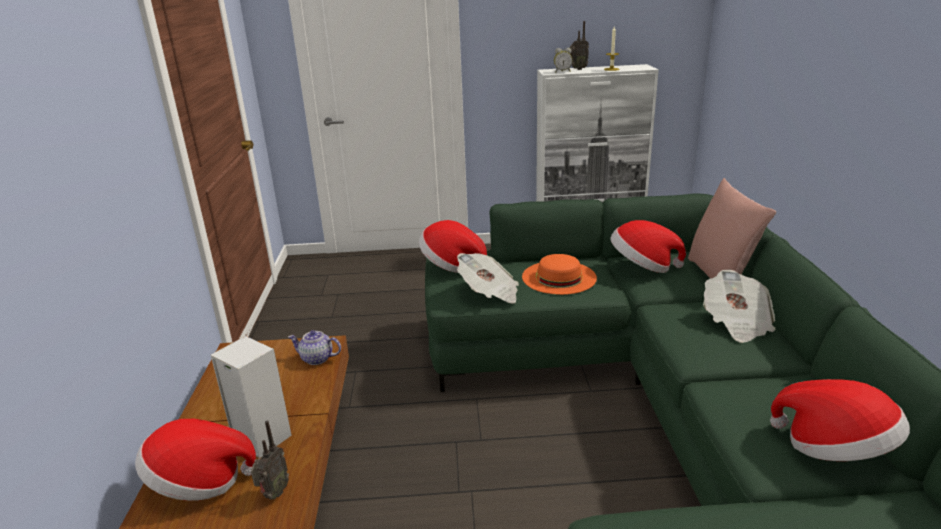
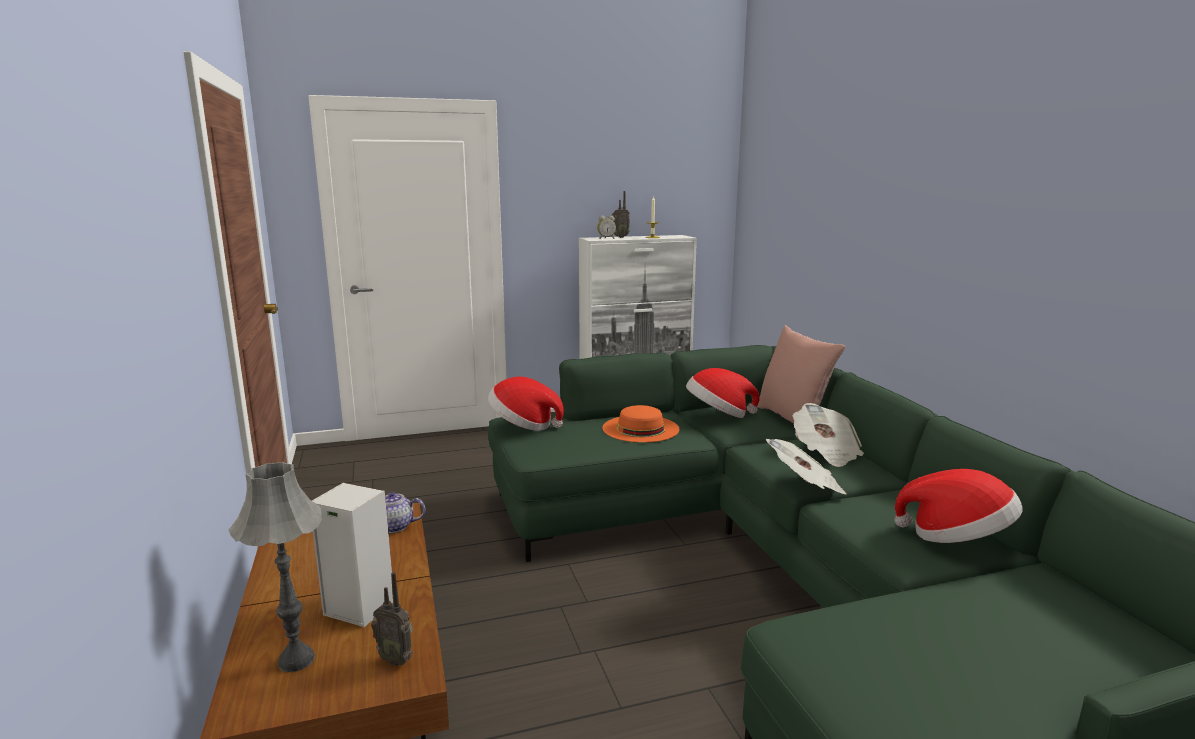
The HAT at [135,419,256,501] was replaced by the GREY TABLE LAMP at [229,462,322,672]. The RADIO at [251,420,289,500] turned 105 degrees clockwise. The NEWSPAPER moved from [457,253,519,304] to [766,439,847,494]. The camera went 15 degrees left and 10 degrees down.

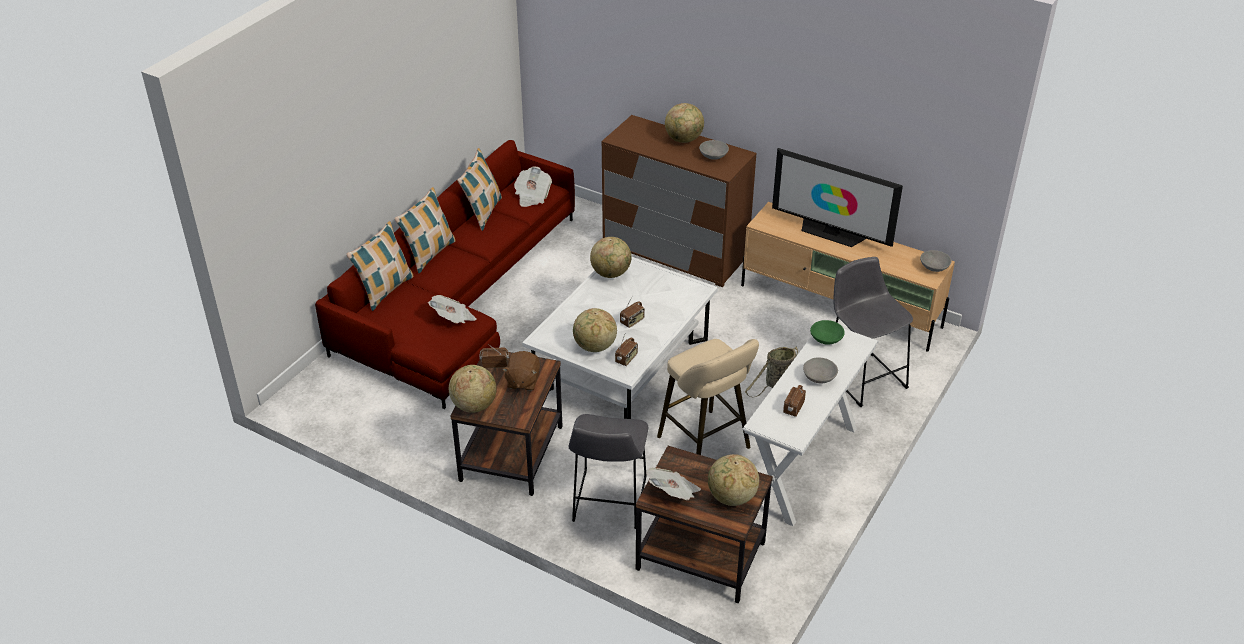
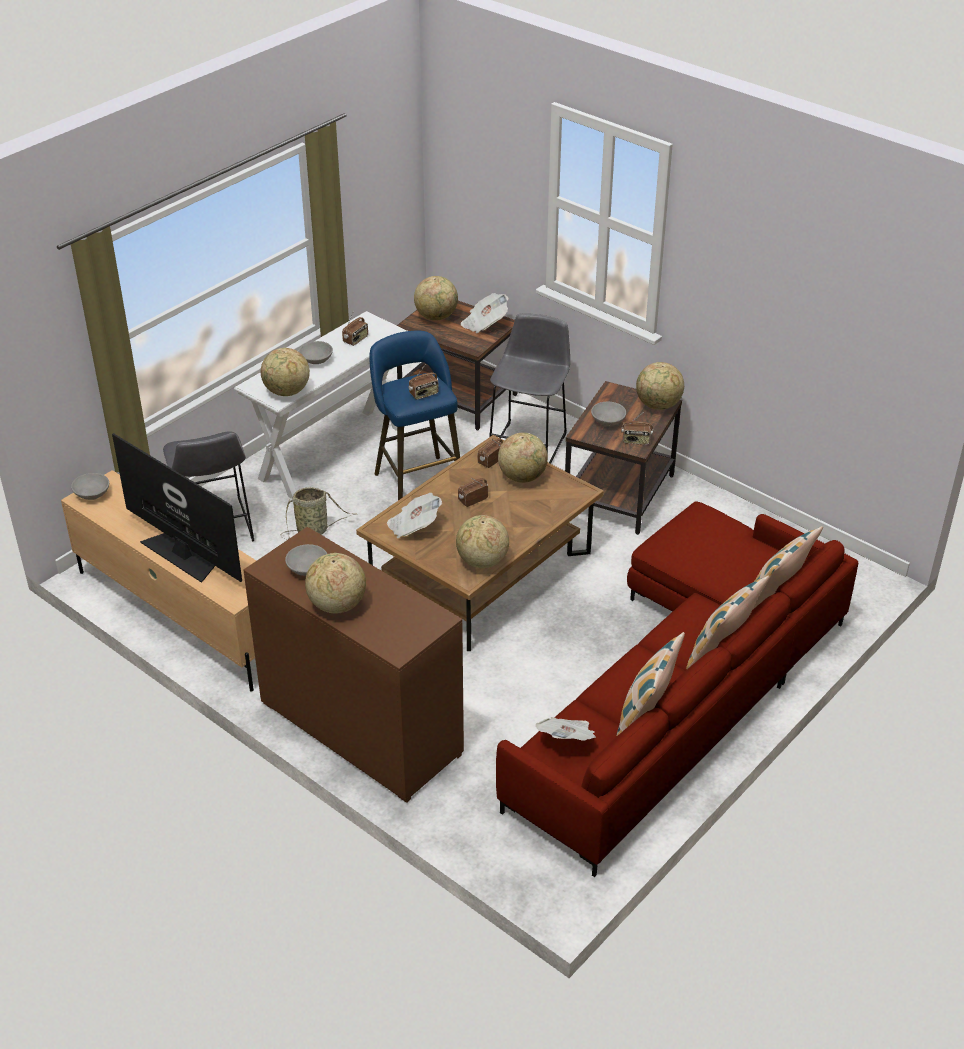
The GREEN BOWL at [810,320,845,345] was replaced by the GLOBE at [261,348,310,396]. The WHITE COFFEE TABLE at [522,256,718,419] became the BROWN COFFEE TABLE at [356,435,604,651]. The BEIGE STOOL at [657,339,759,455] became the BLUE STOOL at [369,331,460,500]. The NEWSPAPER moved from [428,295,477,323] to [387,493,442,538]. The RADIO at [408,364,439,400] appeared. The BROWN PLUSH TOY at [502,351,540,391] was replaced by the GREY BOWL at [591,402,626,426]. The camera went 170 degrees left and 0 degrees up.

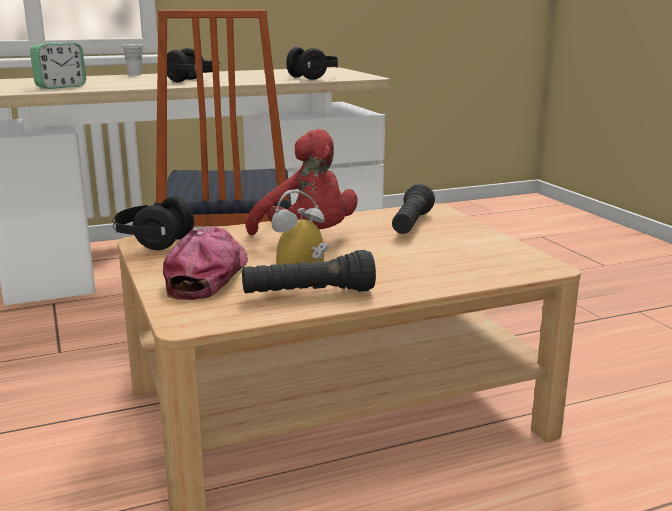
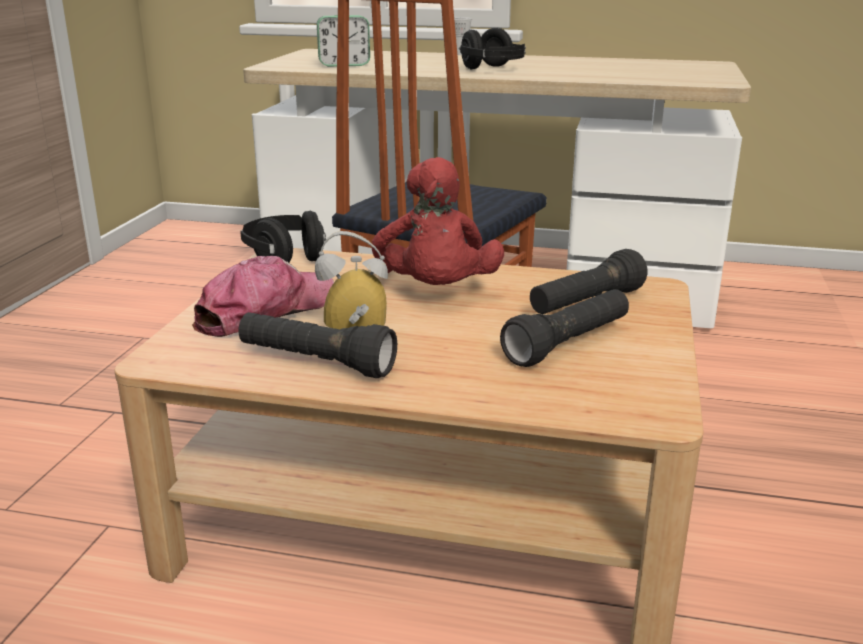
The BLACK FLASHLIGHT at [500,289,629,367] appeared. The BLACK HEADPHONES at [286,47,339,80] disappeared. The camera went 35 degrees right and 5 degrees up.

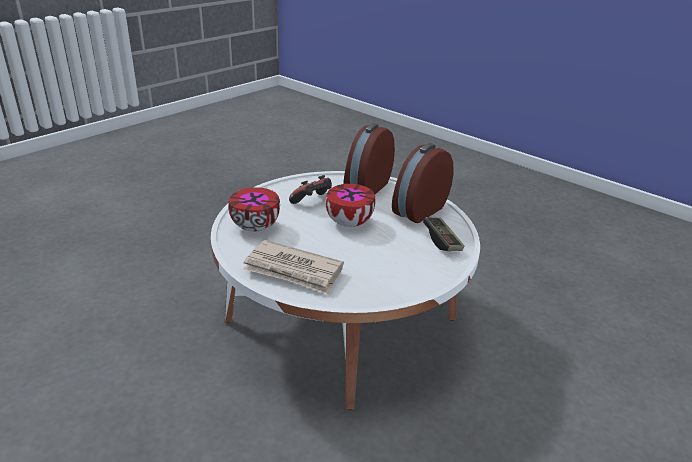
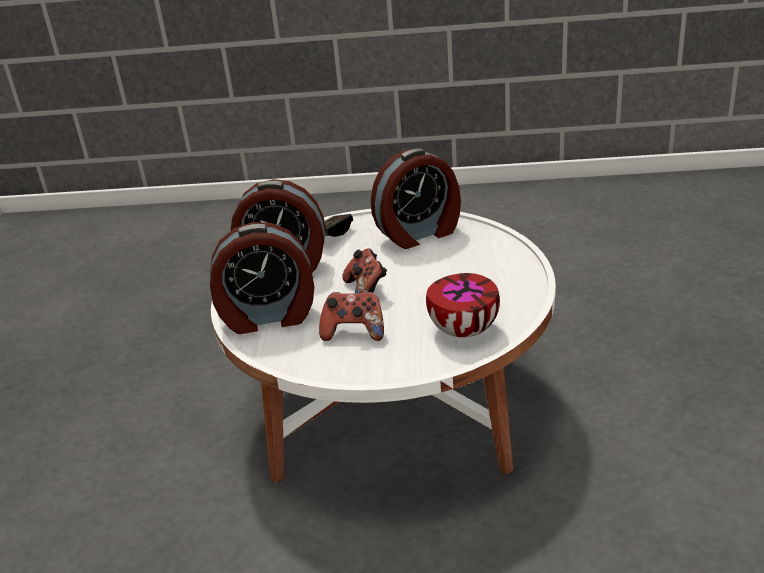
The BOWL at [325,184,376,227] was replaced by the GAME CONTROLLER at [342,248,387,293]. The ALARM CLOCK at [371,148,461,249] appeared. The NEWSPAPER at [243,240,344,294] disappeared. The camera went 125 degrees left and 0 degrees up.

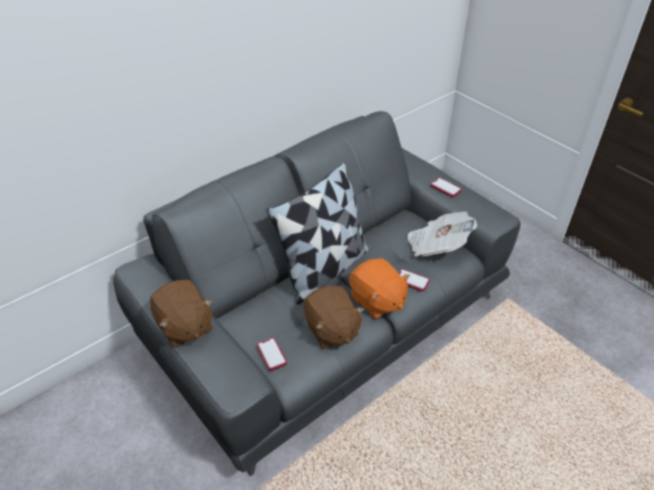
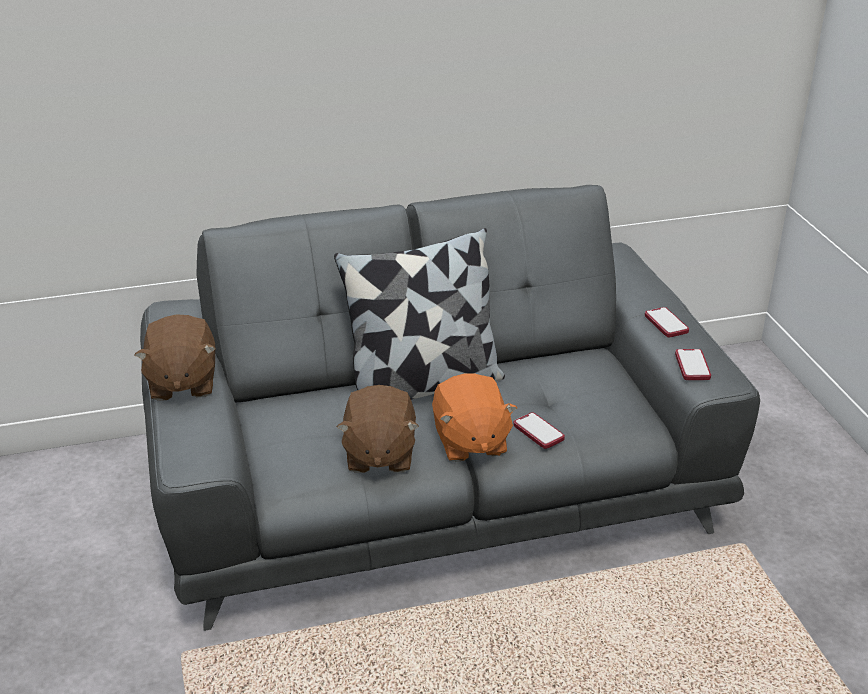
The PHONE moved from [257,338,287,371] to [675,349,711,380]. The NEWSPAPER at [407,211,477,257] disappeared. The camera went 25 degrees right and 10 degrees down.

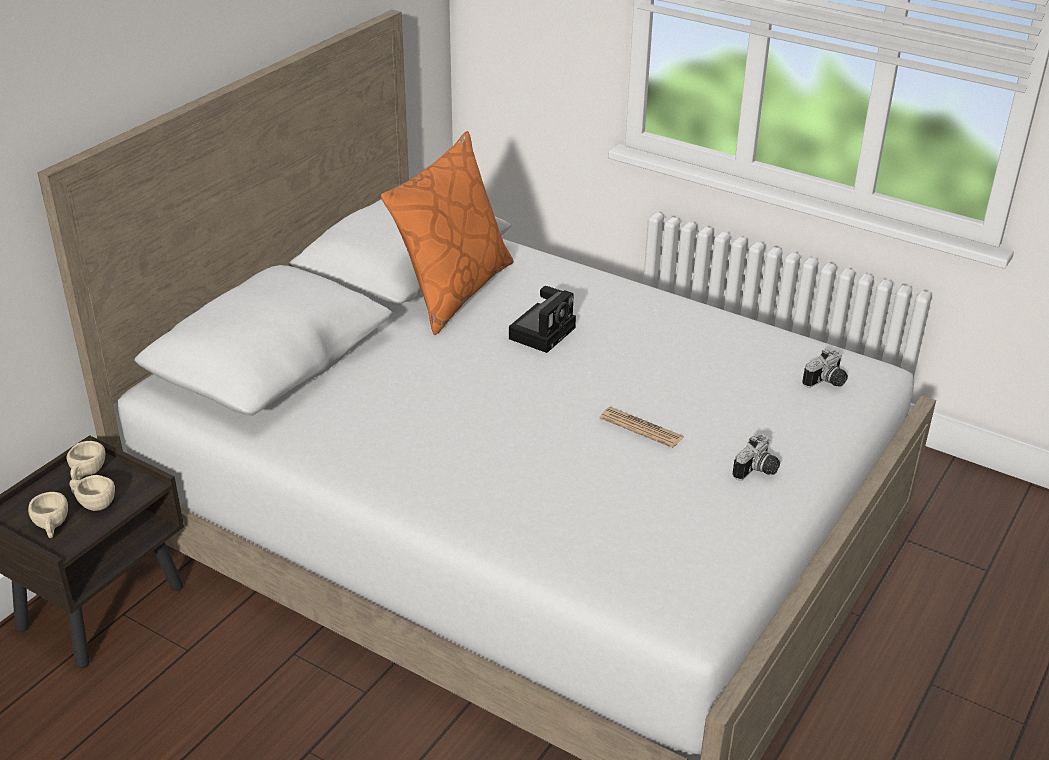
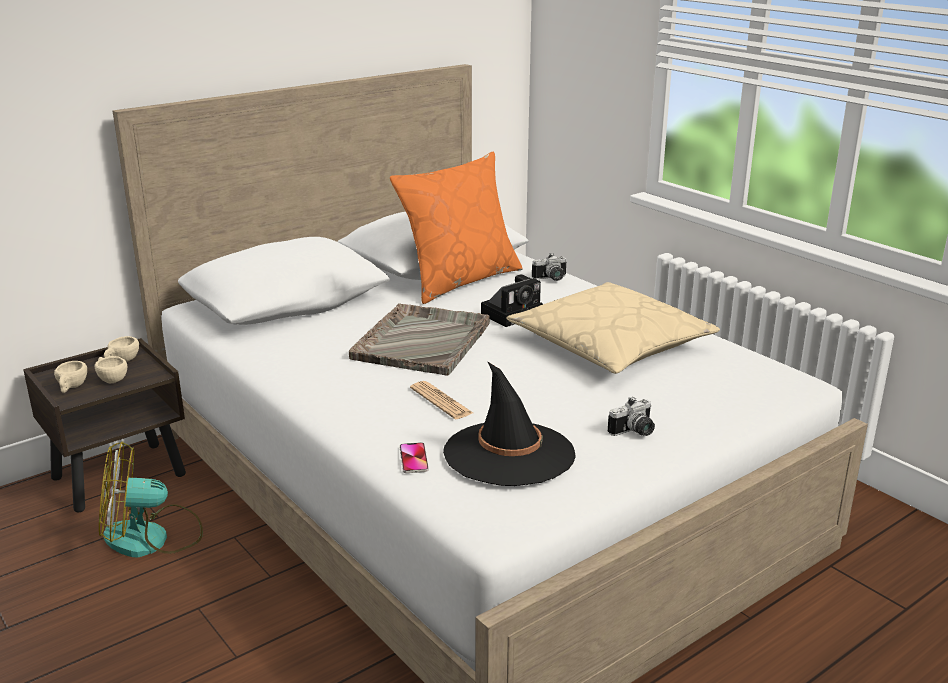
The FAN at [99,441,203,558] appeared. The GREY TRAY at [349,303,490,376] appeared. The PHONE at [400,442,429,473] appeared. The NEWSPAPER moved from [600,407,684,448] to [410,381,473,419]. The BLACK HAT at [443,361,576,486] appeared. The BEIGE PILLOW at [506,282,720,374] appeared. The PHOTO CAMERA moved from [803,349,848,388] to [532,253,567,281]. The camera went 20 degrees right and 10 degrees down.

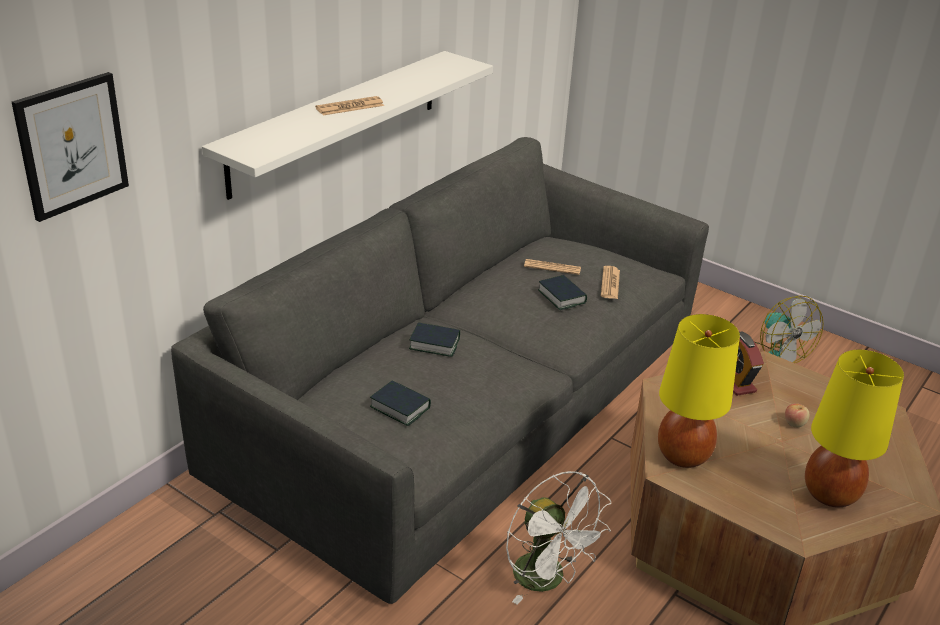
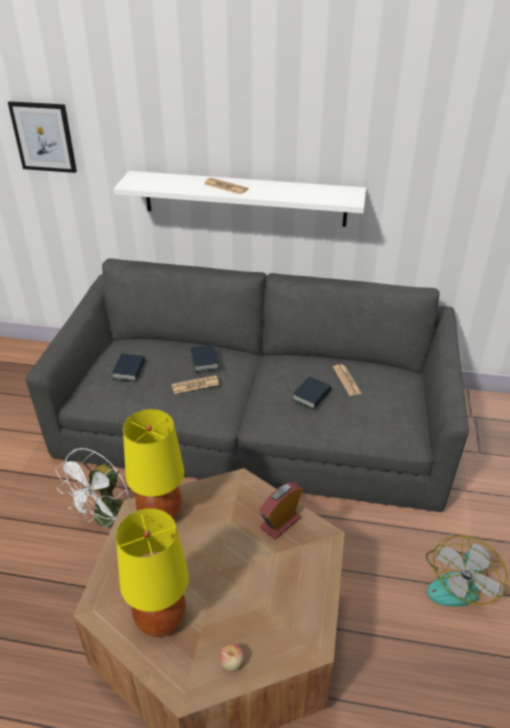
The NEWSPAPER moved from [601,266,620,299] to [172,375,219,394]. The APPLE moved from [785,403,809,427] to [219,643,244,671]. The camera went 65 degrees right and 5 degrees up.

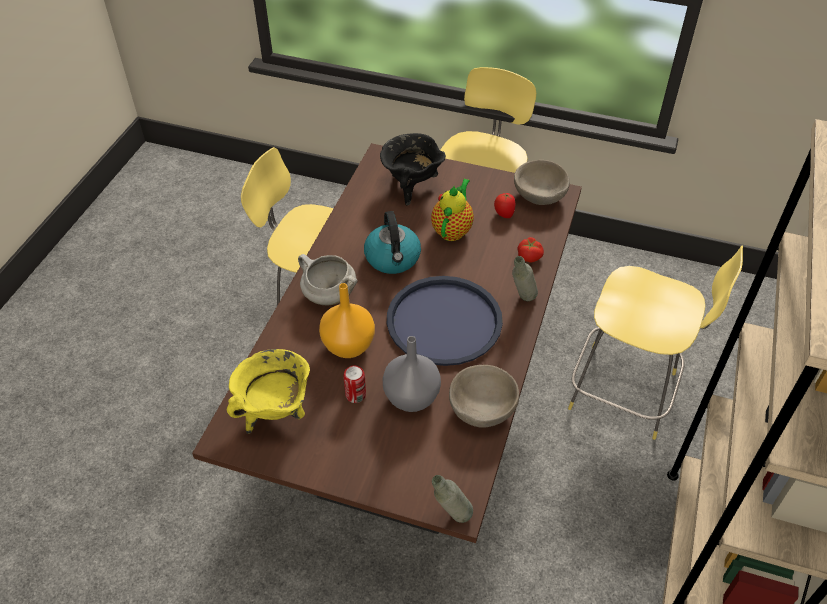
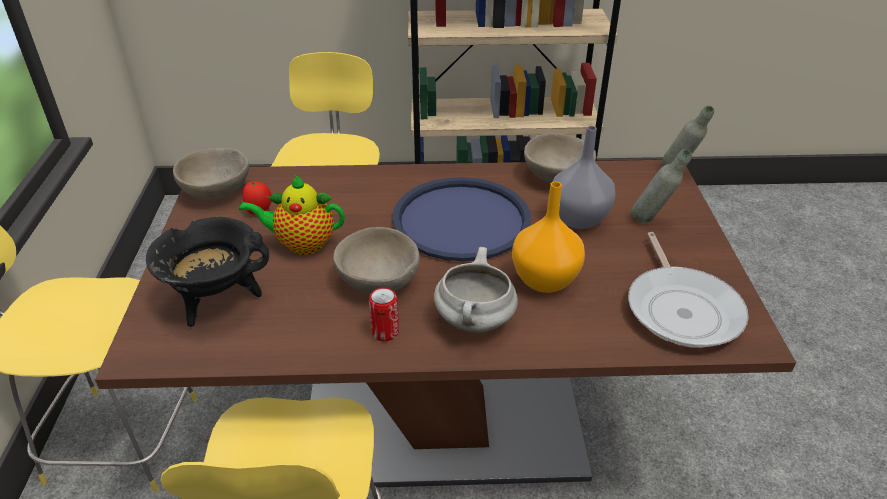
The KETTLE at [364,211,421,274] was replaced by the BEIGE BOWL at [333,227,420,294]. The CAN moved from [343,366,366,403] to [369,287,399,341]. The YELLOW COOKING POT at [227,349,310,434] was replaced by the FRYING PAN at [628,232,749,348]. The GREY BOTTLE moved from [512,256,538,301] to [632,149,692,223]. The TOMATO at [517,237,544,263] disappeared. The camera went 110 degrees left and 10 degrees down.

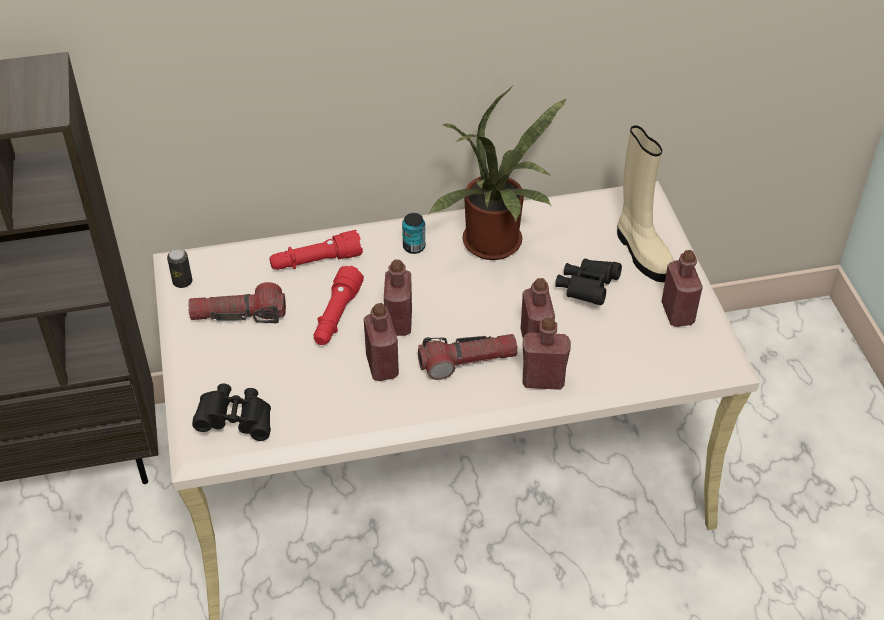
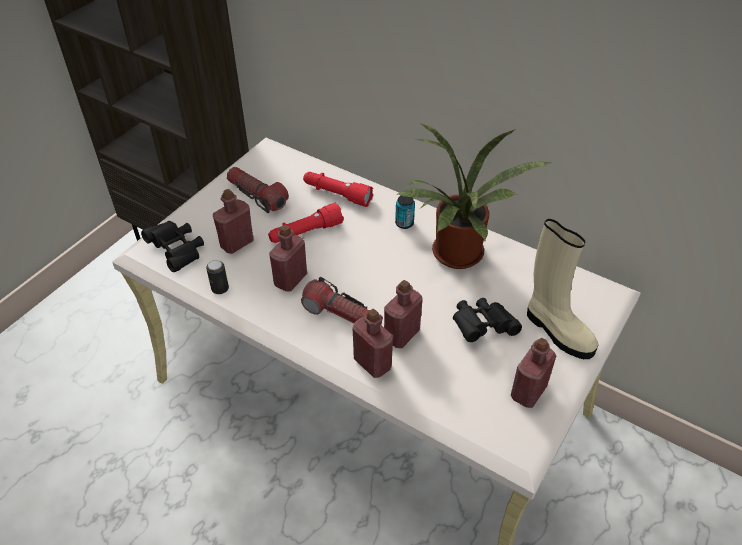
The CAN moved from [167,249,192,288] to [206,260,229,294]. The RED BOTTLE moved from [384,260,412,336] to [213,189,254,254]. The BEIGE BOOT at [617,125,674,282] turned 60 degrees counterclockwise. The camera went 45 degrees right and 0 degrees up.

